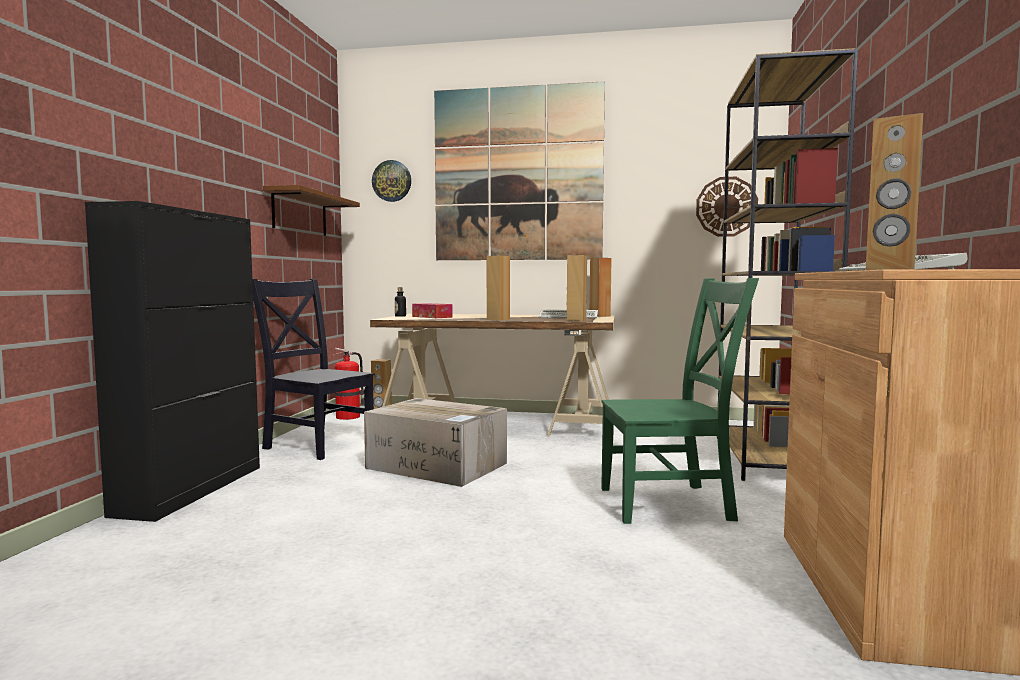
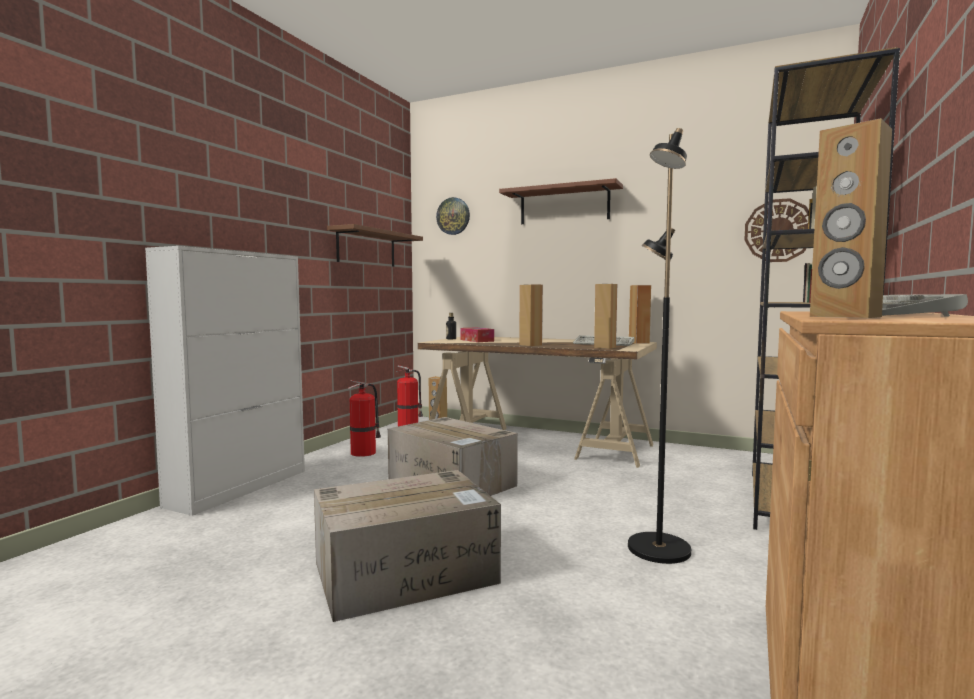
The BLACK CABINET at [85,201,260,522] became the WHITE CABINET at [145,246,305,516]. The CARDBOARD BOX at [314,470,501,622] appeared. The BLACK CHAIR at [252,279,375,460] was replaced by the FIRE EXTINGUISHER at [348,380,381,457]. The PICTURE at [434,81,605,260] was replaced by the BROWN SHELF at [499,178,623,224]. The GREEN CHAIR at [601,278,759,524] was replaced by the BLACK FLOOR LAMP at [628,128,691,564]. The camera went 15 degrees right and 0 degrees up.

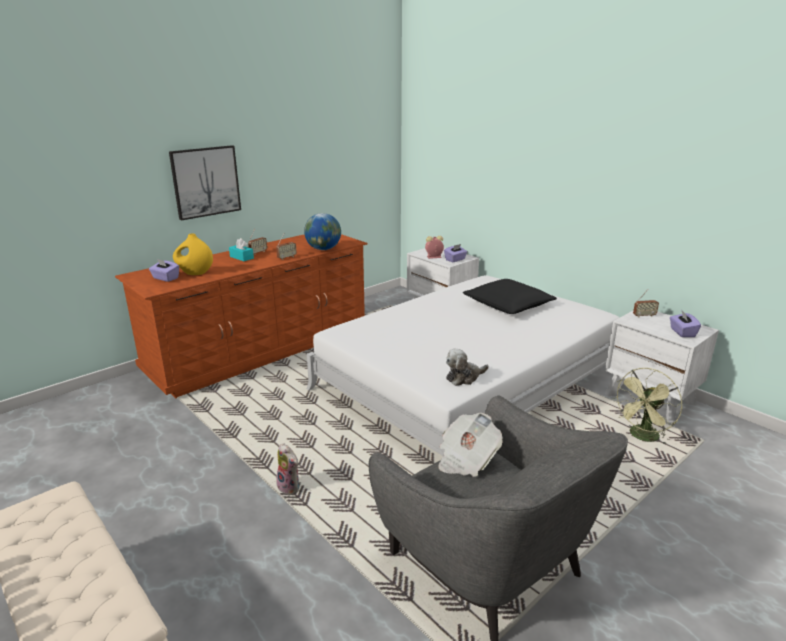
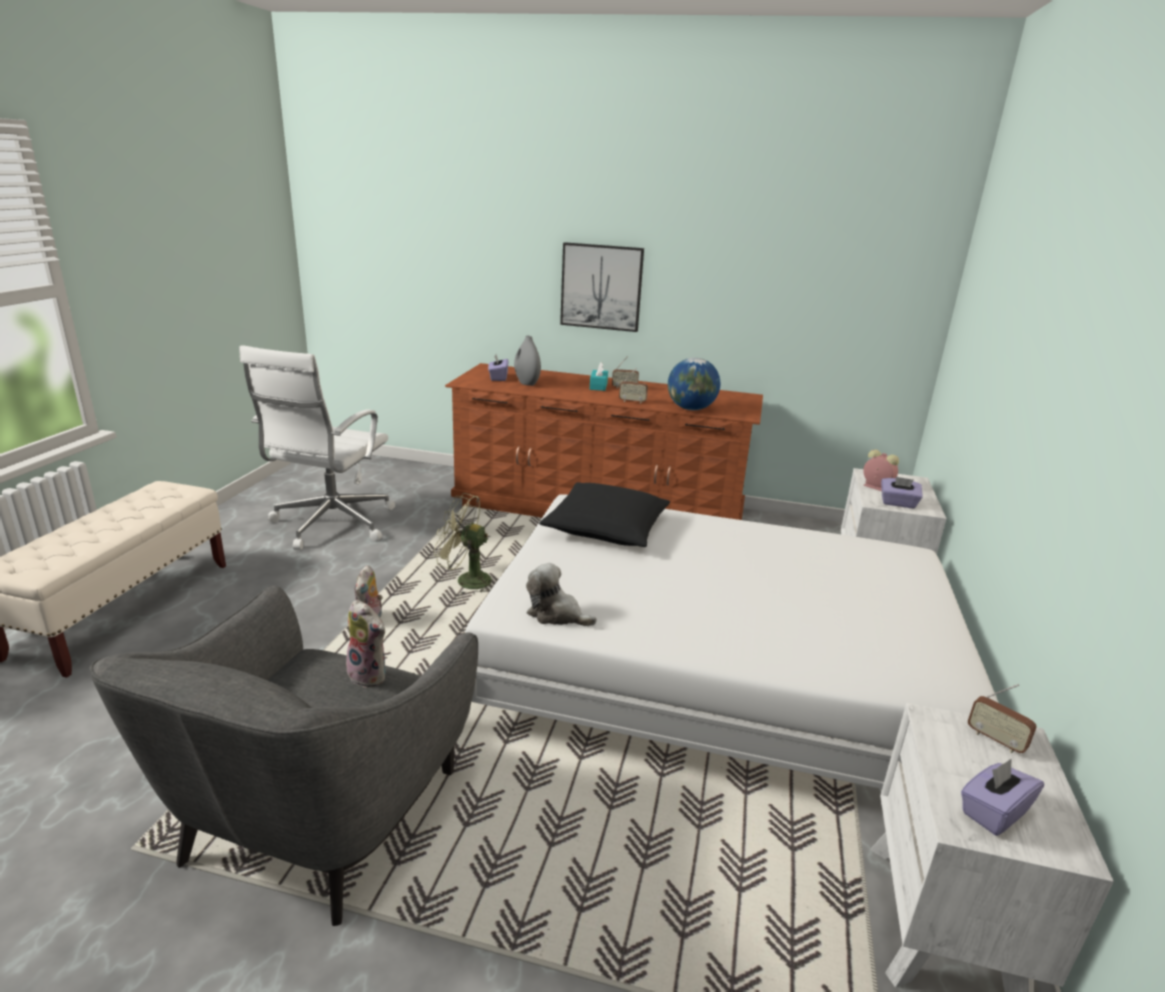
The WHITE OFFICE CHAIR at [239,345,396,550] appeared. The NEWSPAPER at [438,413,503,477] was replaced by the PLUSH TOY at [346,600,386,688]. The GREEN FAN moved from [612,368,683,446] to [434,493,492,595]. The YELLOW VASE at [173,234,213,275] became the GREY VASE at [514,336,541,386]. The BLACK PILLOW moved from [463,279,557,314] to [539,482,670,547]. The camera went 55 degrees right and 0 degrees up.

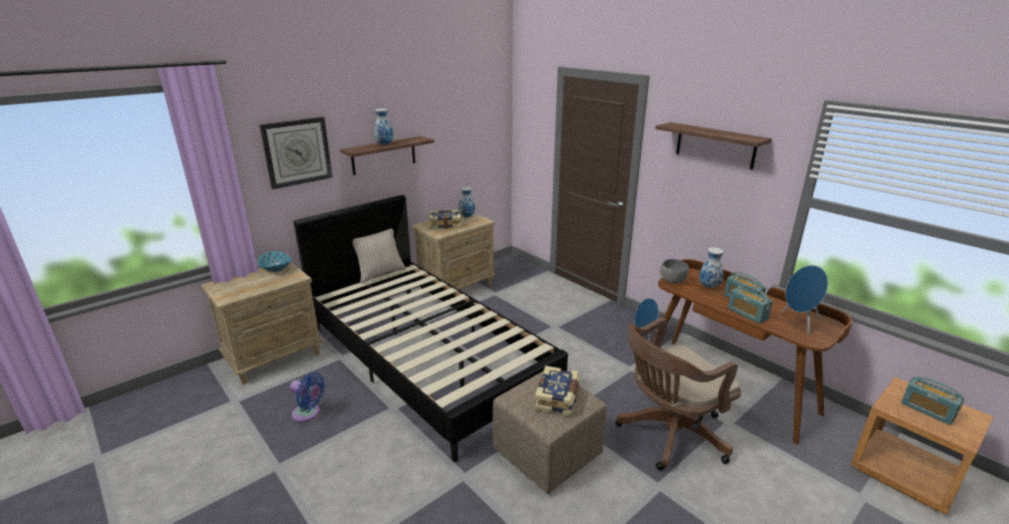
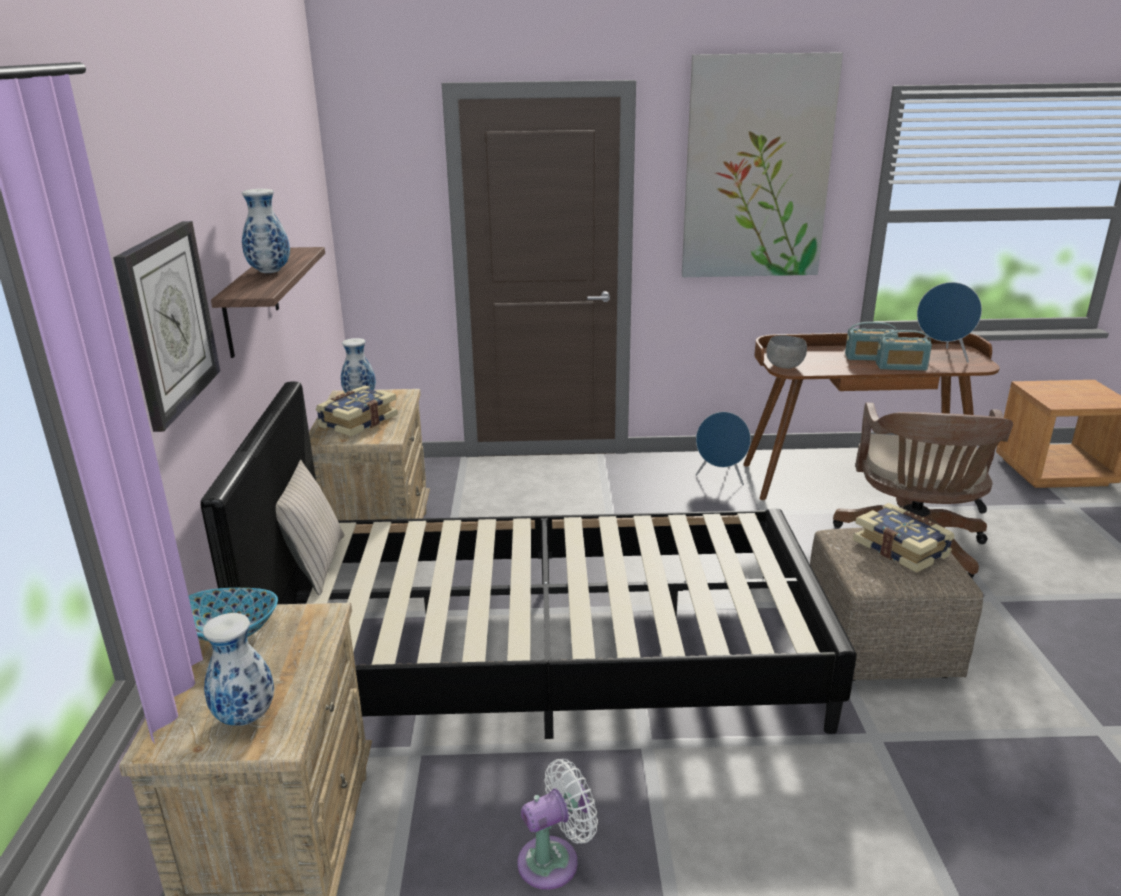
The VASE moved from [699,247,724,288] to [203,613,274,726]. The BLUE FAN at [290,372,325,422] became the WHITE FAN at [518,759,598,890]. The SHELF at [655,122,772,170] was replaced by the PICTURE at [682,52,843,277]. The RADIO at [901,377,964,425] disappeared. The camera went 50 degrees left and 0 degrees up.

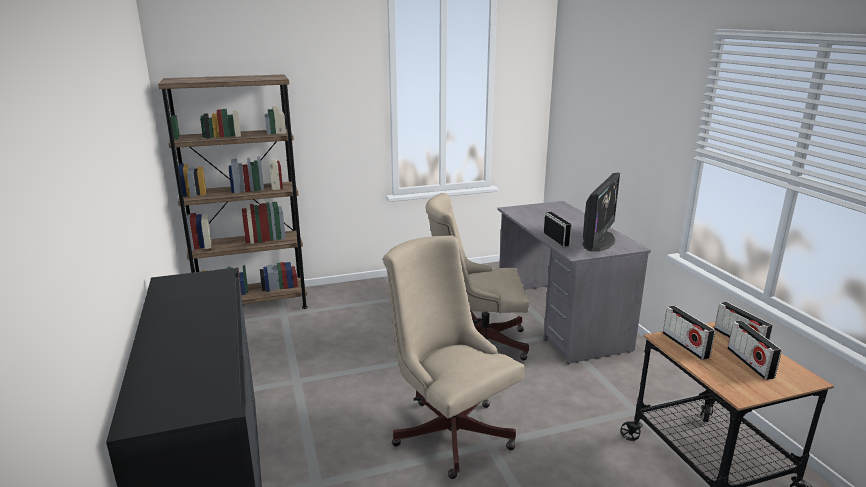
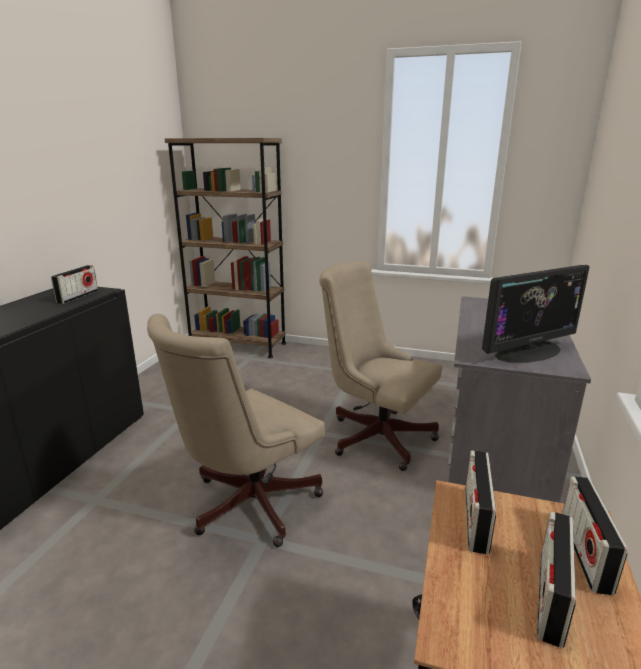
The RADIO moved from [544,212,572,246] to [51,265,98,304]. The BEIGE OFFICE CHAIR at [383,235,525,479] turned 135 degrees counterclockwise. The camera went 35 degrees right and 0 degrees up.

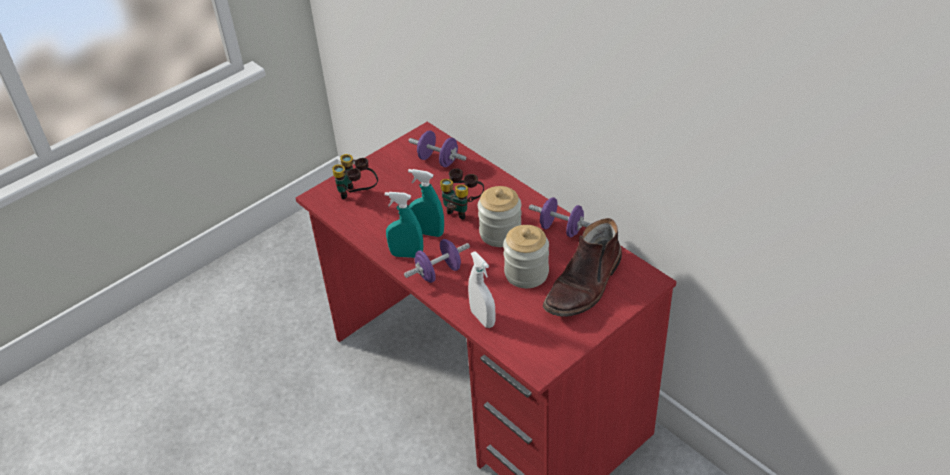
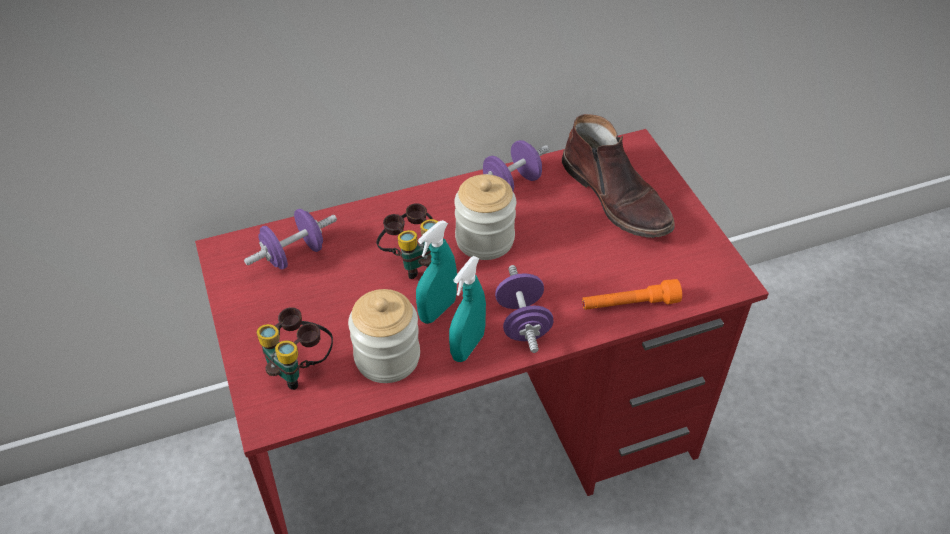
The JAR moved from [503,225,549,288] to [348,289,420,383]. The WHITE SPRAY BOTTLE at [468,251,496,328] was replaced by the ORANGE FLASHLIGHT at [582,279,682,310]. The camera went 70 degrees left and 5 degrees up.

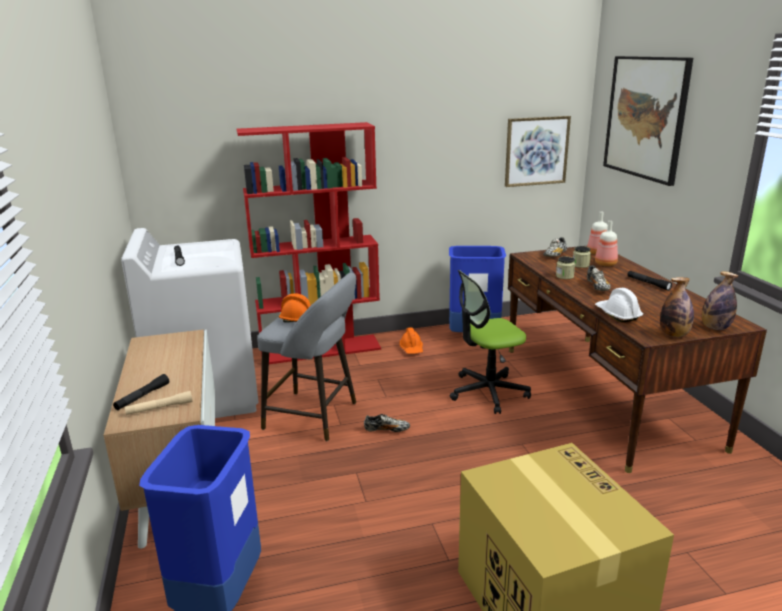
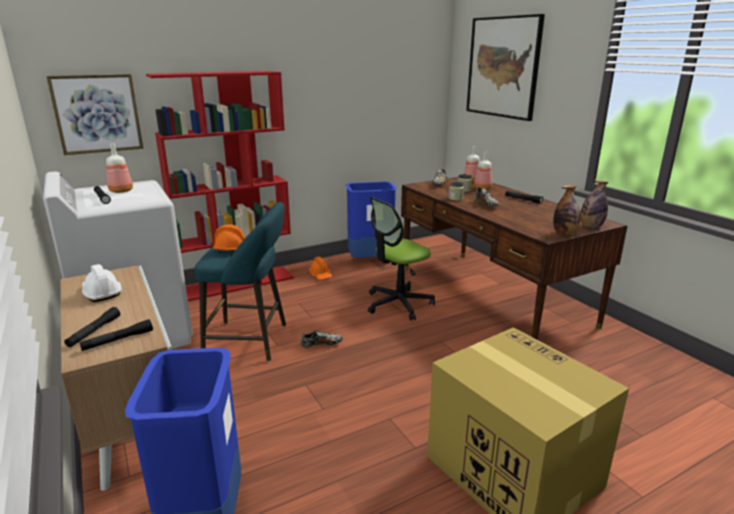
The PICTURE moved from [505,116,571,187] to [46,74,143,155]. The BEIGE FLASHLIGHT at [125,391,193,415] became the BLACK FLASHLIGHT at [79,319,153,351]. The WHITE HARD HAT moved from [595,288,643,322] to [82,264,122,302]. The BOTTLE at [106,144,133,193] appeared. The GREY STOOL at [257,273,356,441] became the TURQUOISE STOOL at [195,202,286,361]. The camera went 15 degrees left and 0 degrees up.

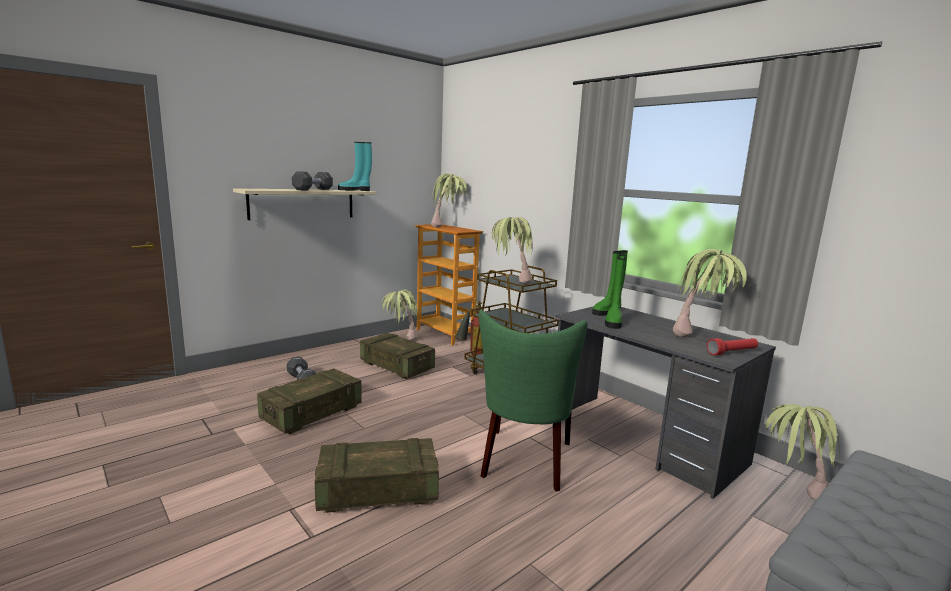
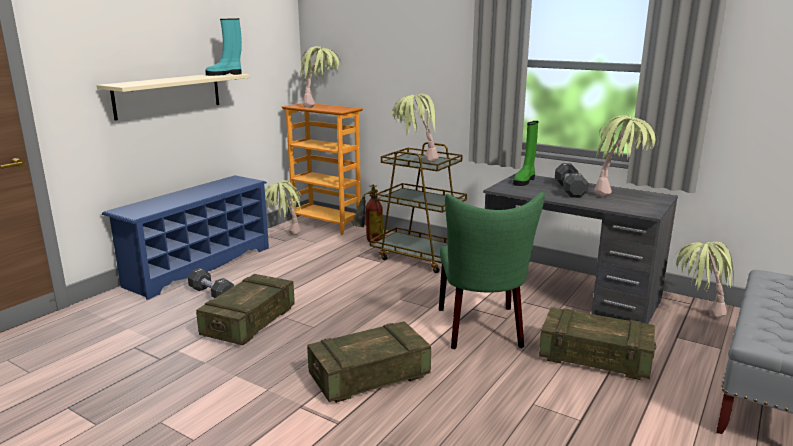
The BLUE SHOE RACK at [102,175,269,300] appeared. The CRATE moved from [360,333,435,379] to [539,307,656,380]. The BLACK DUMBBELL moved from [292,171,333,191] to [555,163,589,198]. The GREEN BOOT at [605,255,626,329] disappeared. The RED FLASHLIGHT at [707,338,758,355] disappeared. The camera went 15 degrees left and 5 degrees up.

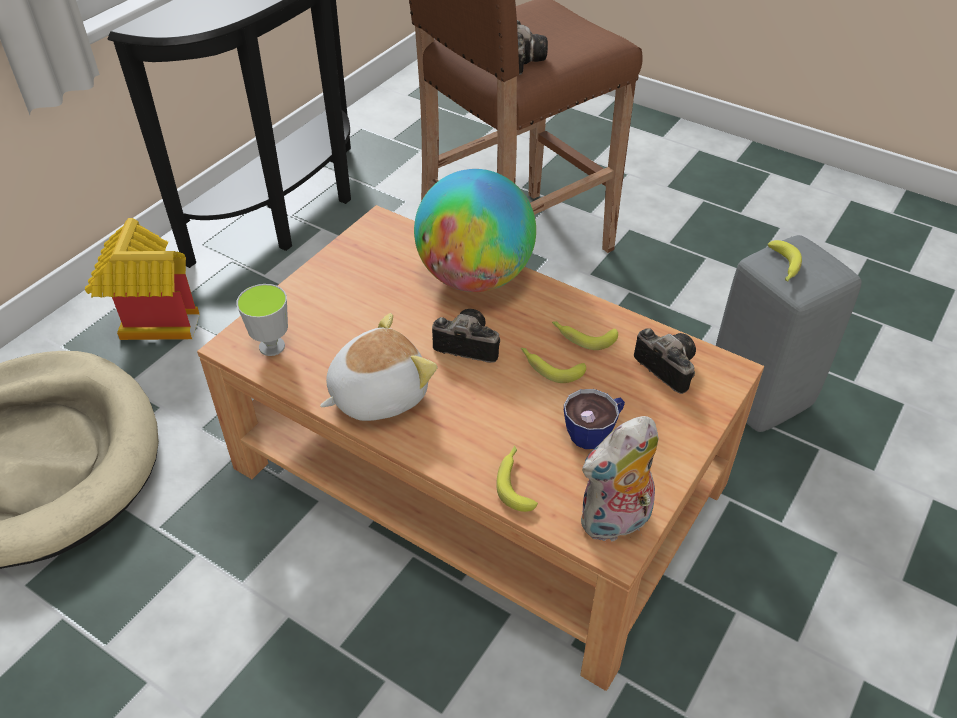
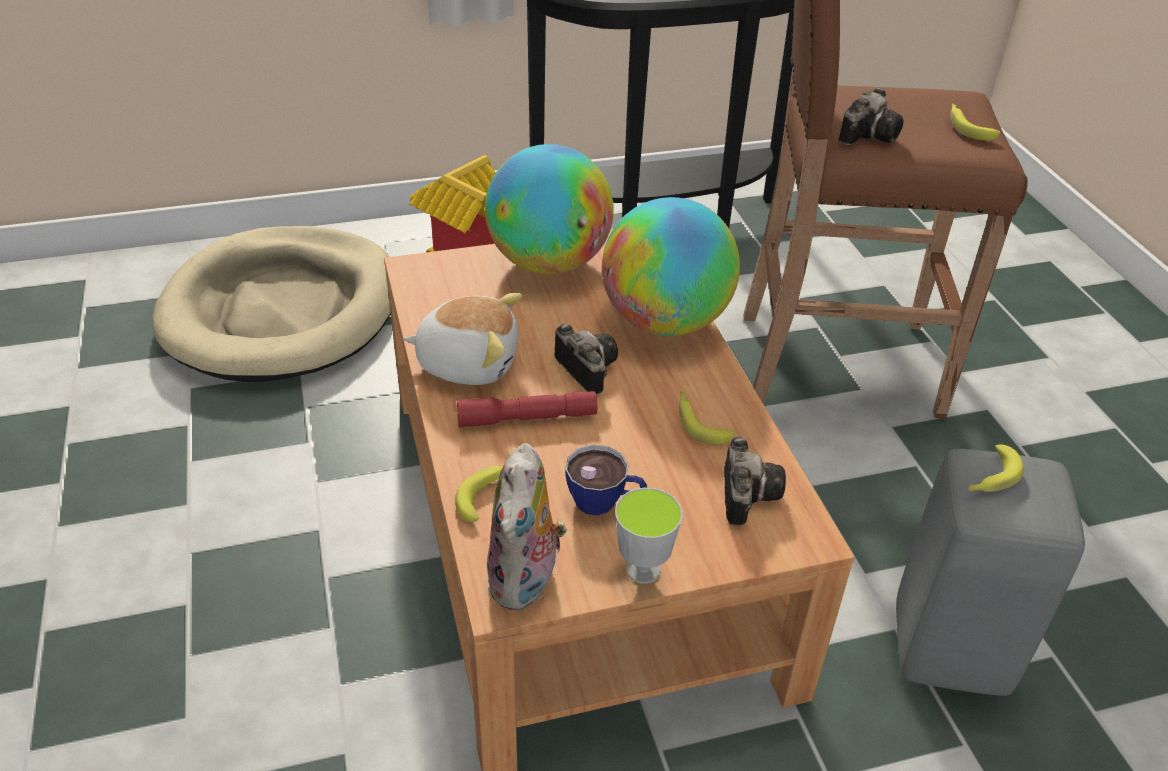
The RED FLASHLIGHT at [456,391,597,428] appeared. The GLOBE at [485,144,614,275] appeared. The PLUSH TOY at [581,416,659,543] turned 90 degrees counterclockwise. The CUP moved from [237,284,288,356] to [615,488,683,584]. The BANANA moved from [521,348,586,383] to [950,104,1000,140]. The camera went 40 degrees right and 5 degrees down.

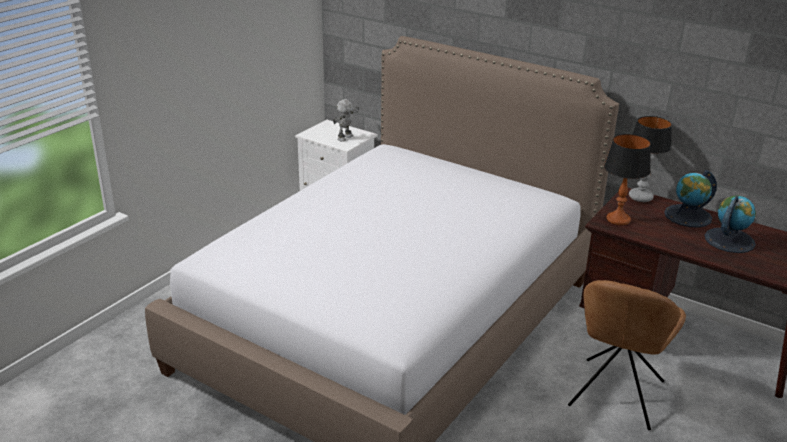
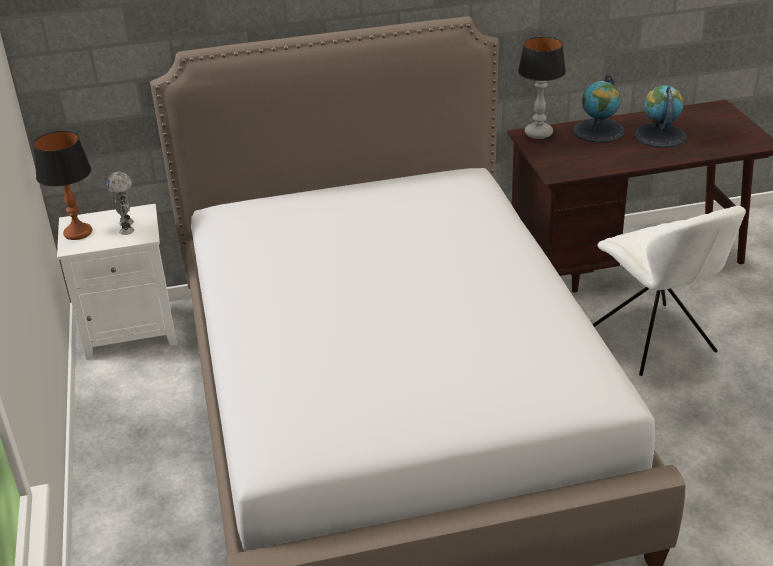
The TABLE LAMP moved from [604,134,651,225] to [33,131,92,240]. The BROWN CHAIR at [568,280,686,430] became the WHITE CHAIR at [592,206,746,376]. The camera went 45 degrees left and 5 degrees up.

